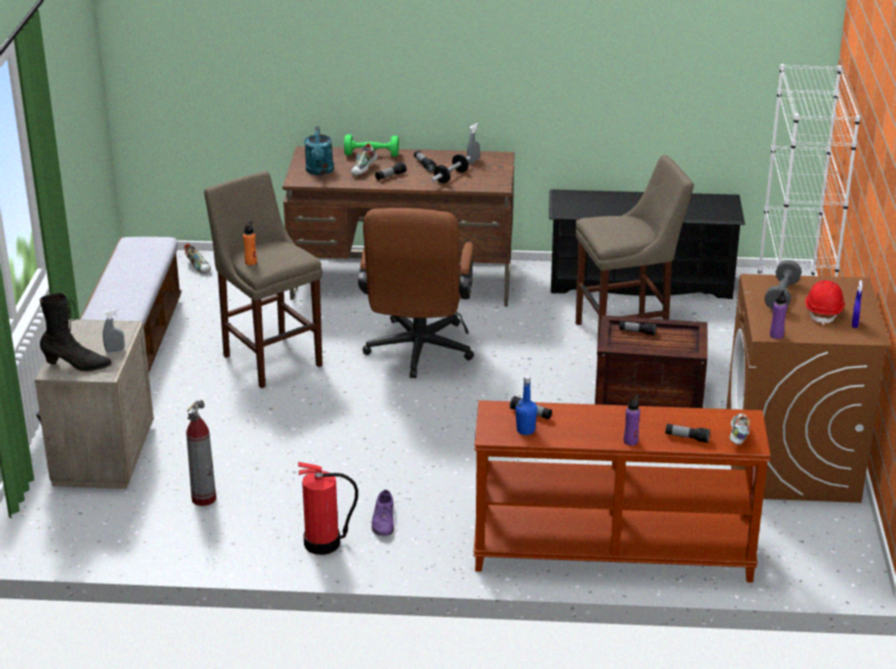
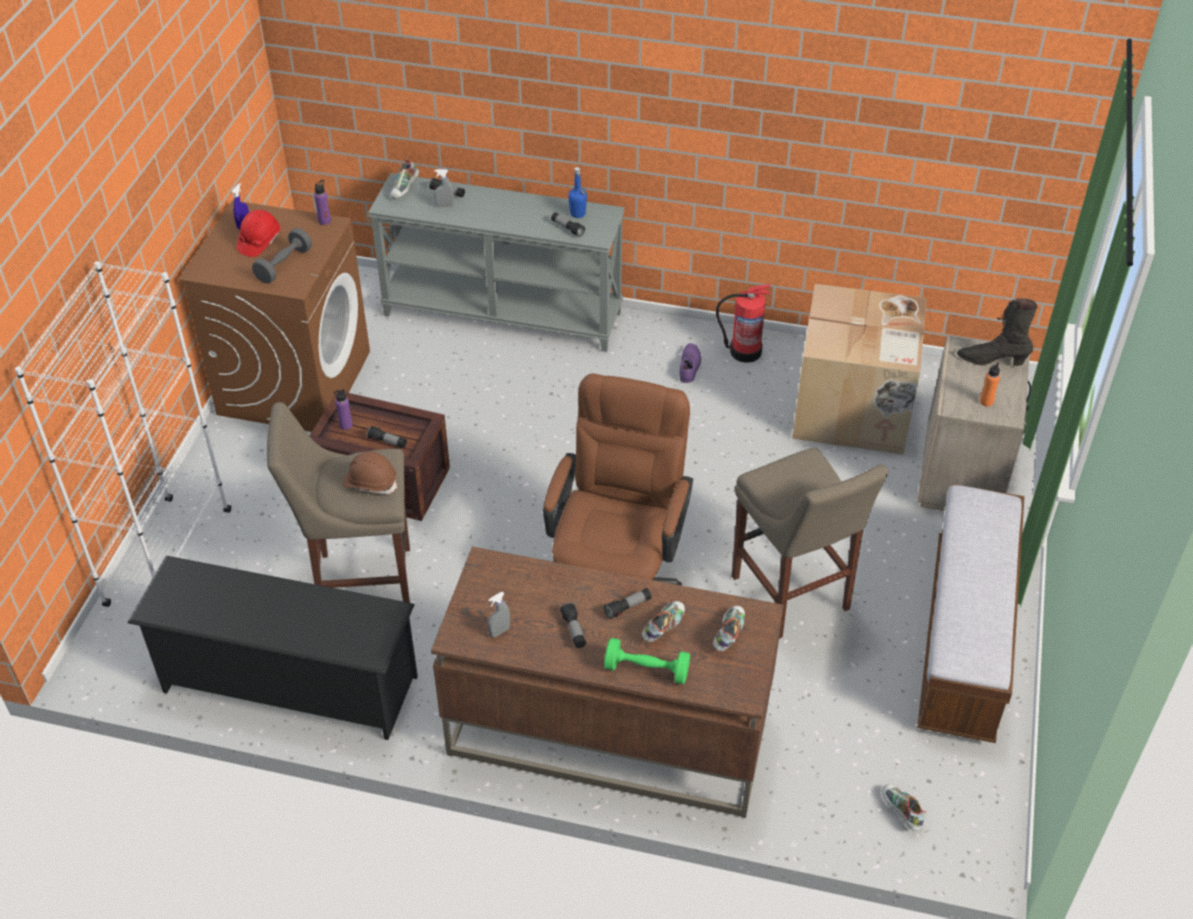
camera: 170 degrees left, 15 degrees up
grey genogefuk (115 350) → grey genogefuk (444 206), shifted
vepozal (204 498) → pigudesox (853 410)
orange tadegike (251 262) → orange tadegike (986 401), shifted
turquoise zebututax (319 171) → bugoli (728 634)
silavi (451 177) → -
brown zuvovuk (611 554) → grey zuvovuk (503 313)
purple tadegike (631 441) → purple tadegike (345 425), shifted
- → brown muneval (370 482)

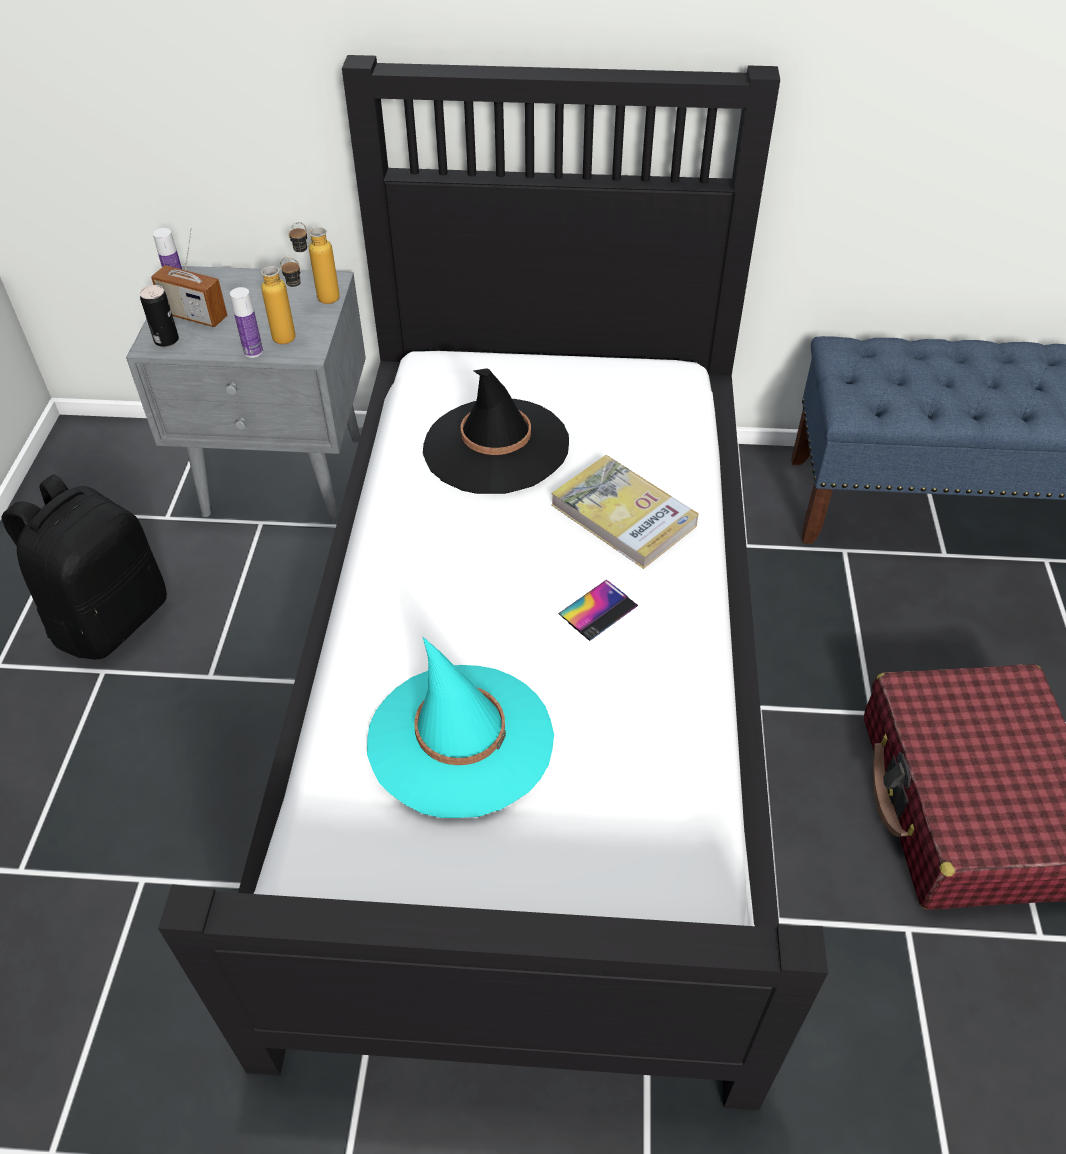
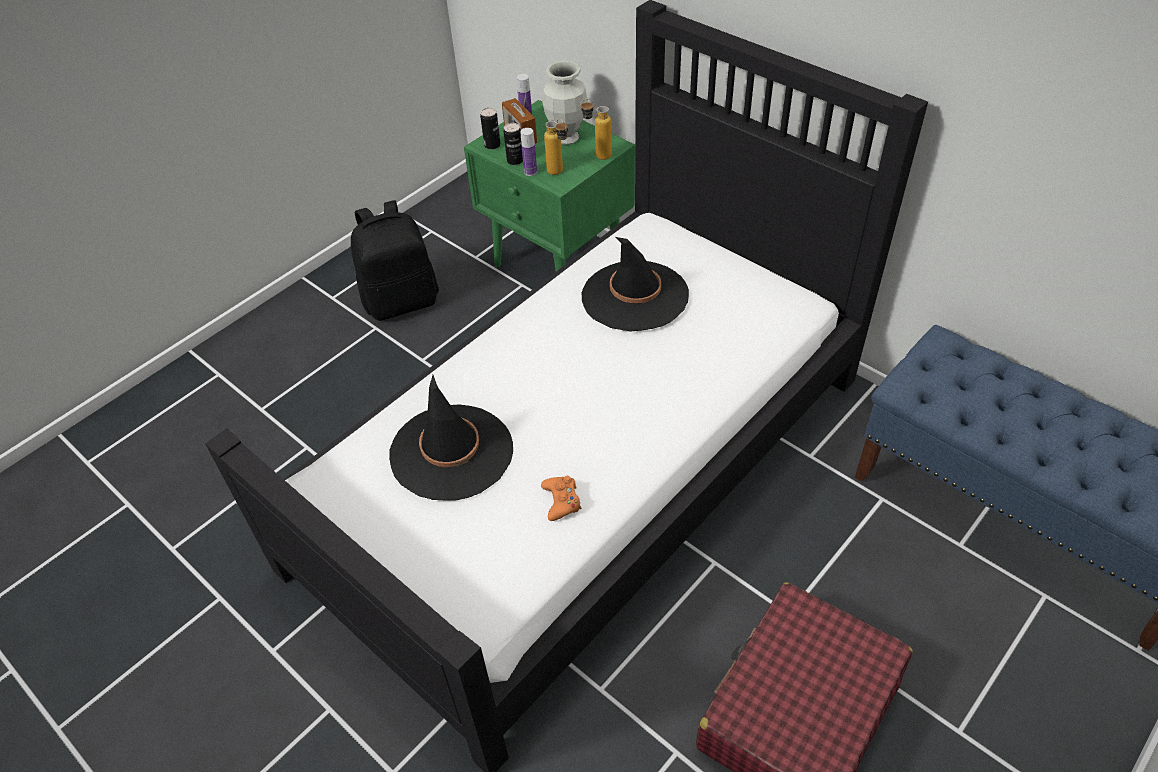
camera: 40 degrees right, 0 degrees up
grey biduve (286 476) → green biduve (559 263)
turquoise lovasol (460 739) → black lovasol (452 452)
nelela (623 515) → -
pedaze (598 610) → -
- → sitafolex (515 160)
- → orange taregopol (561 501)
- → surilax (566 138)

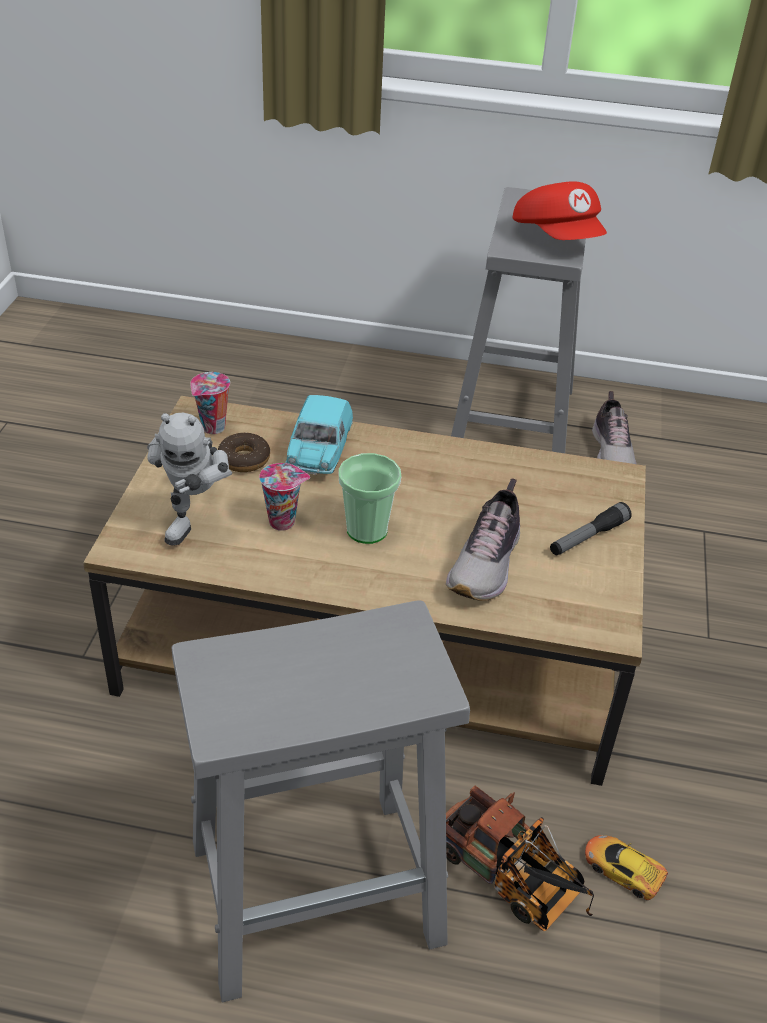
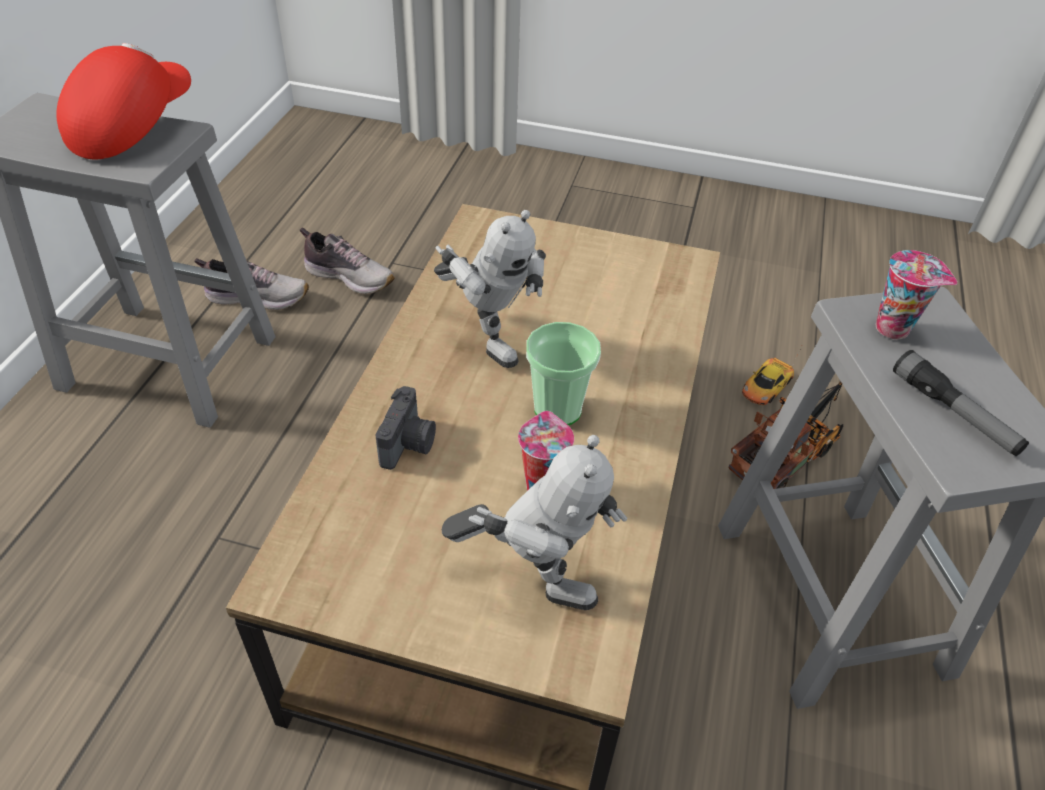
camera: 85 degrees left, 5 degrees up
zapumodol (213 428) → zapumodol (895 329), shifted
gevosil (244 459) → -
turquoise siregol (319 454) → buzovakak (409 444)
bugoli (487 564) → bugoli (349 276), shifted
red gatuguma (558 238) → red gatuguma (131 127), 45 degrees counterclockwise
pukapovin (588 537) → pukapovin (954 413), shifted
- → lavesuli (489 338)

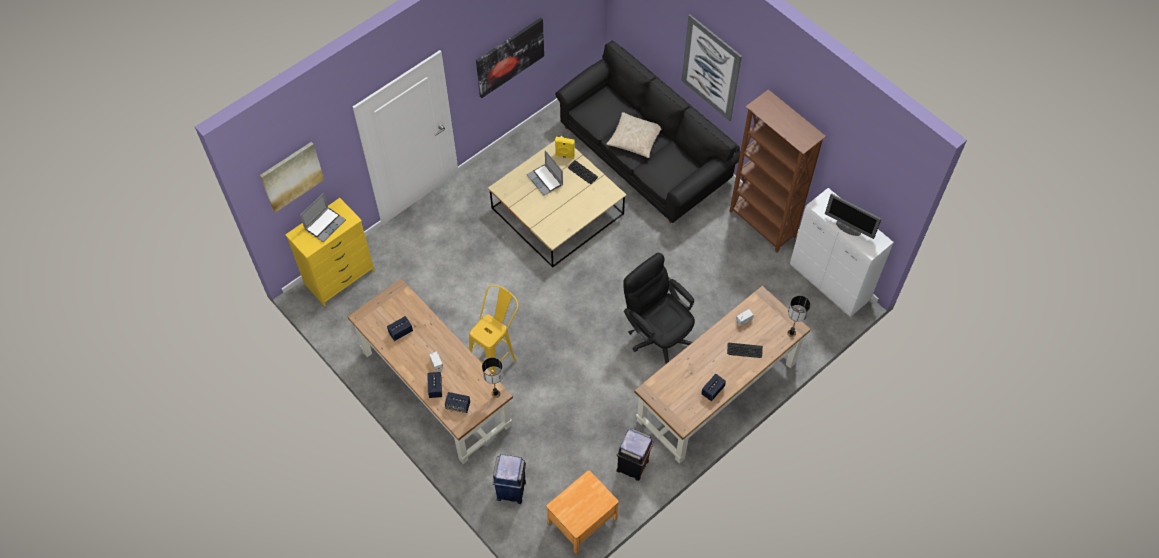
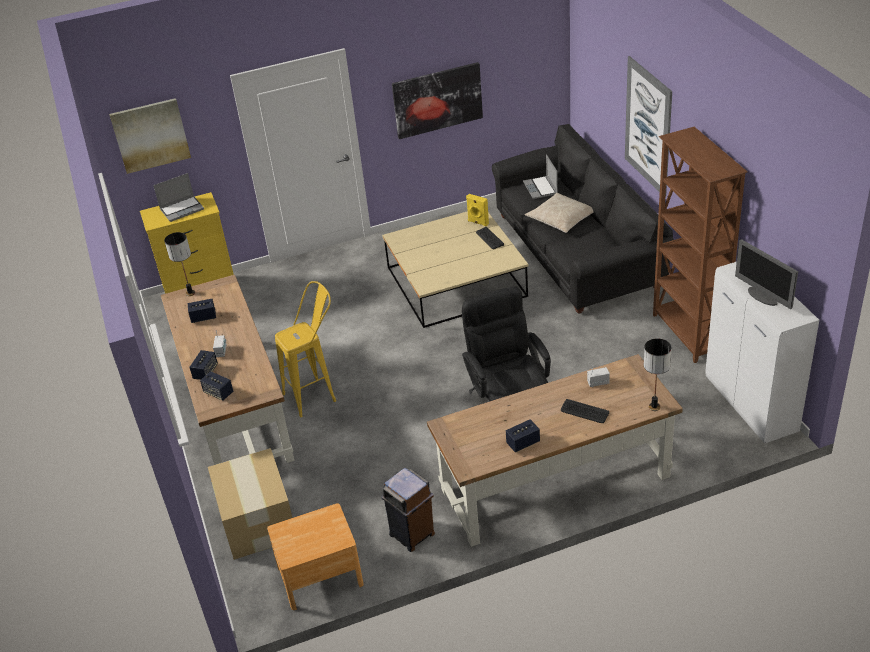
camera: 25 degrees right, 20 degrees down
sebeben (495 393) → sebeben (190 293), shifted
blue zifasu (511 489) → pigudesox (257 523)
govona (545 180) → govona (541 188), shifted

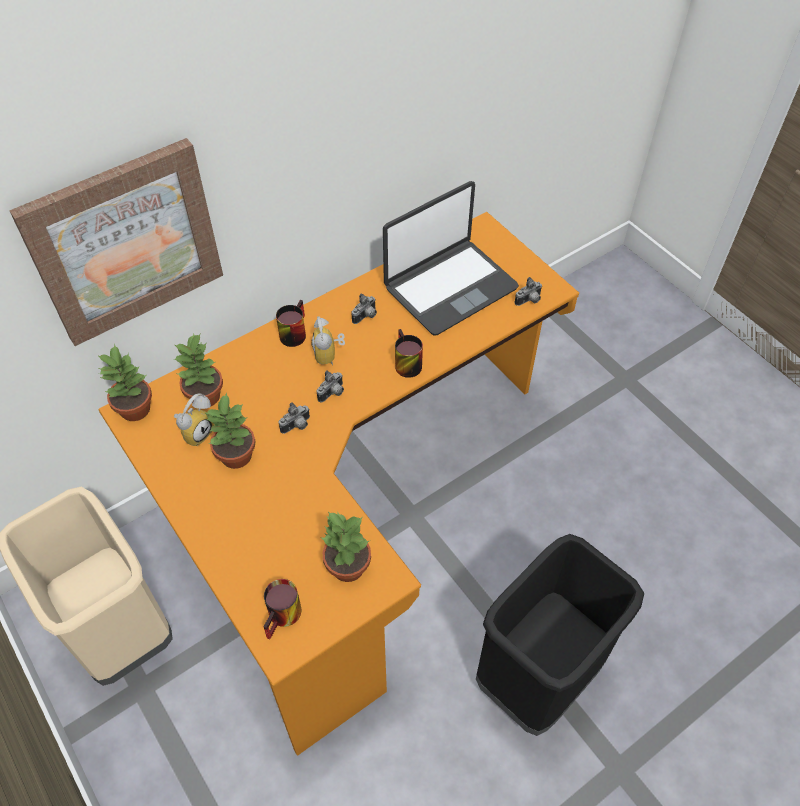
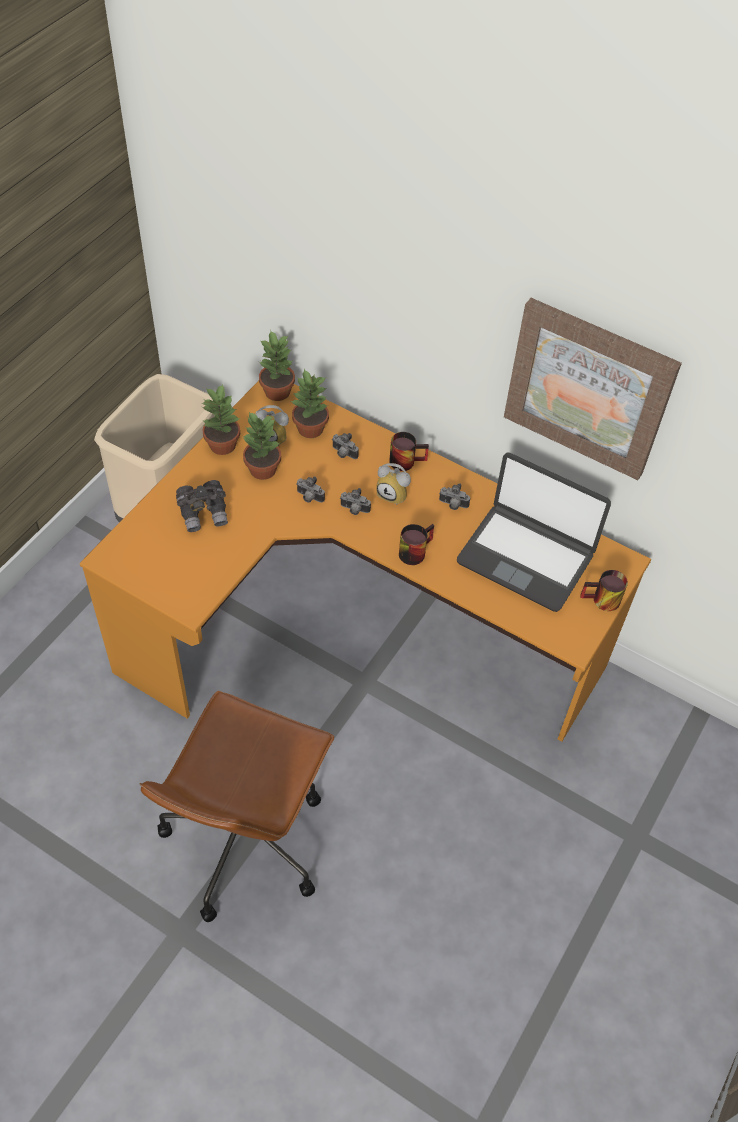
camera: 65 degrees right, 0 degrees up
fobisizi (125 242) → fobisizi (588 388), shifted
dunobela (284 617) → dunobela (602 601), shifted
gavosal (329 355) → gavosal (394 494), 120 degrees counterclockwise
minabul (347 566) → minabul (222 444), shifted
black zifasu (539 676) → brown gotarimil (245 838)
buzovakak (529 301) → buzovakak (343 454), shifted
- → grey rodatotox (204 513)

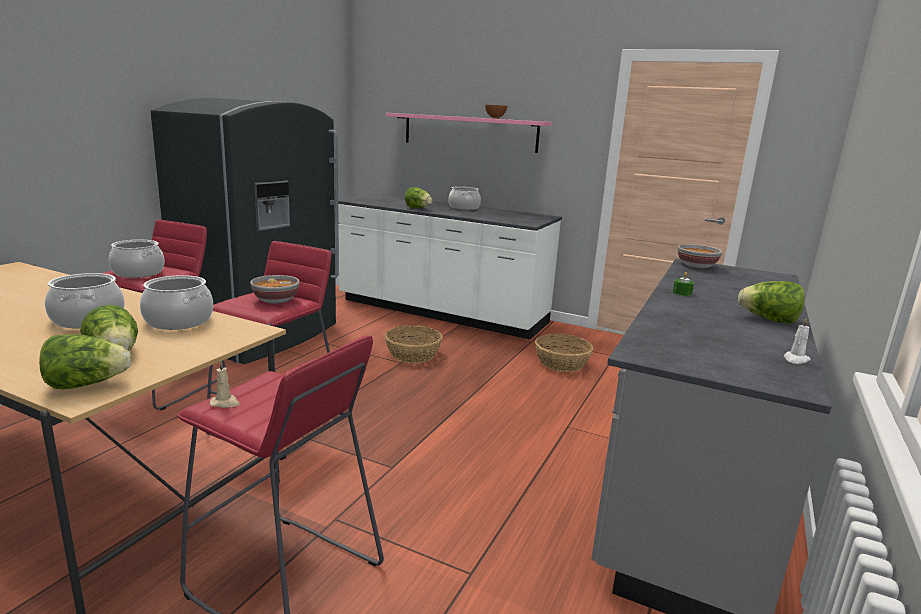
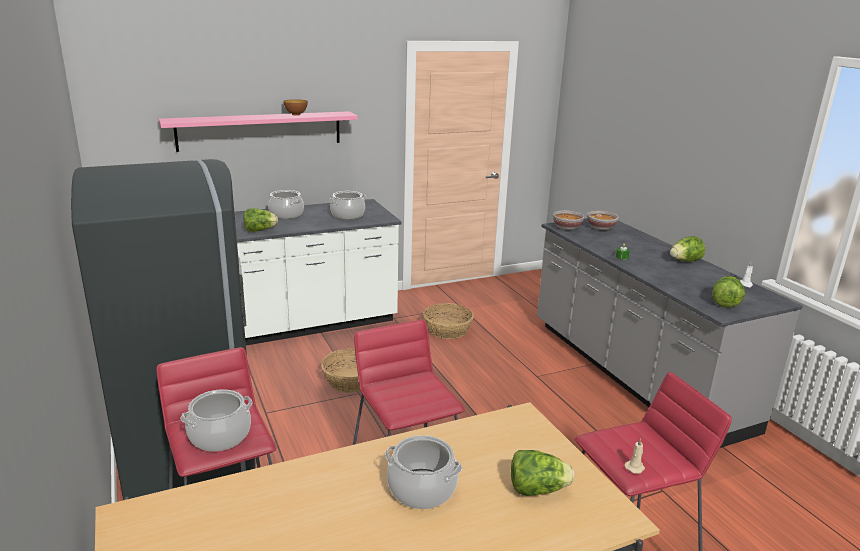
camera: 50 degrees left, 5 degrees up
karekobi (87 384) → karekobi (725 302), shifted
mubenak (178 321) → mubenak (347 215), shifted
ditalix (275 300) → ditalix (601 228), shifted

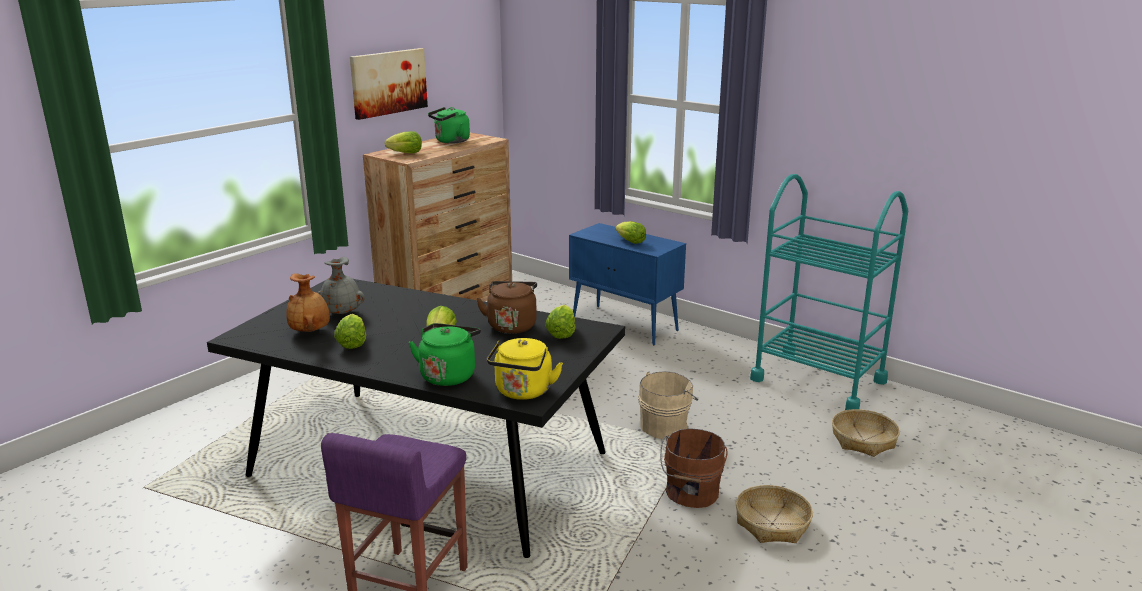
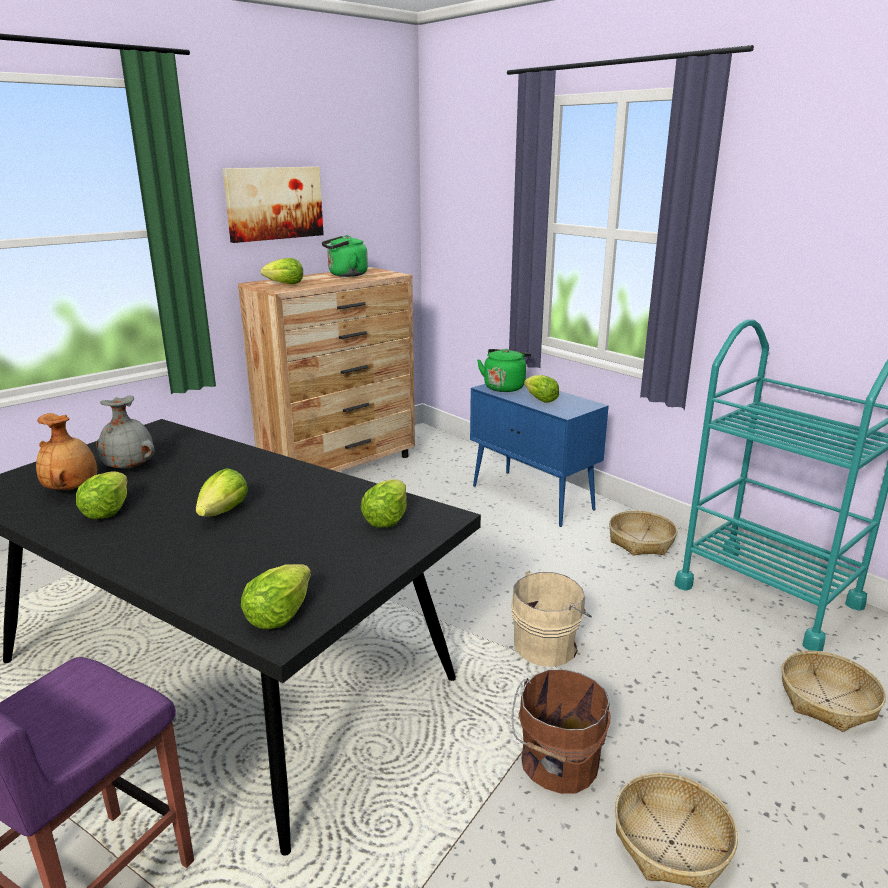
camera: 10 degrees right, 0 degrees up
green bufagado (448 375) → green bufagado (504 387), shifted
brown bufagado (512 325) → -
yellow bufagado (523 392) → karekobi (278 615)
- → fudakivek (641 541)

